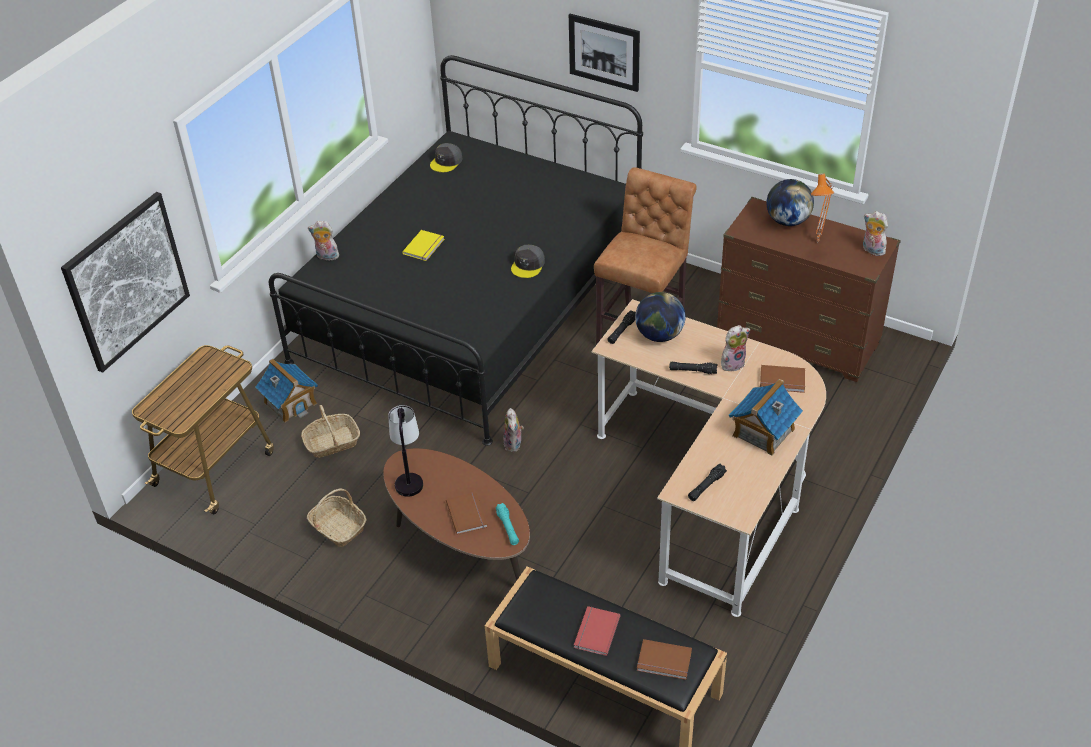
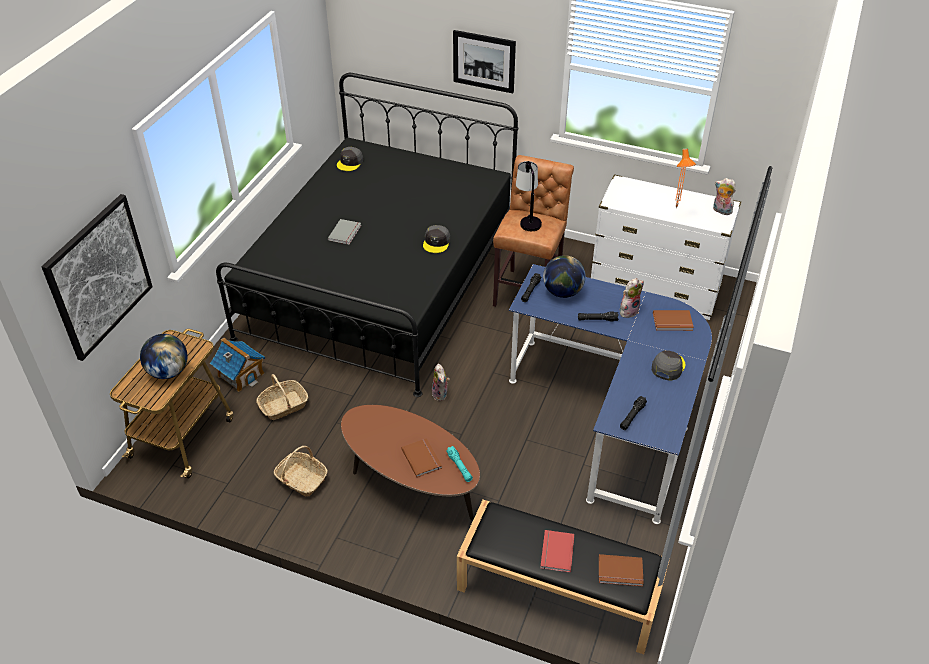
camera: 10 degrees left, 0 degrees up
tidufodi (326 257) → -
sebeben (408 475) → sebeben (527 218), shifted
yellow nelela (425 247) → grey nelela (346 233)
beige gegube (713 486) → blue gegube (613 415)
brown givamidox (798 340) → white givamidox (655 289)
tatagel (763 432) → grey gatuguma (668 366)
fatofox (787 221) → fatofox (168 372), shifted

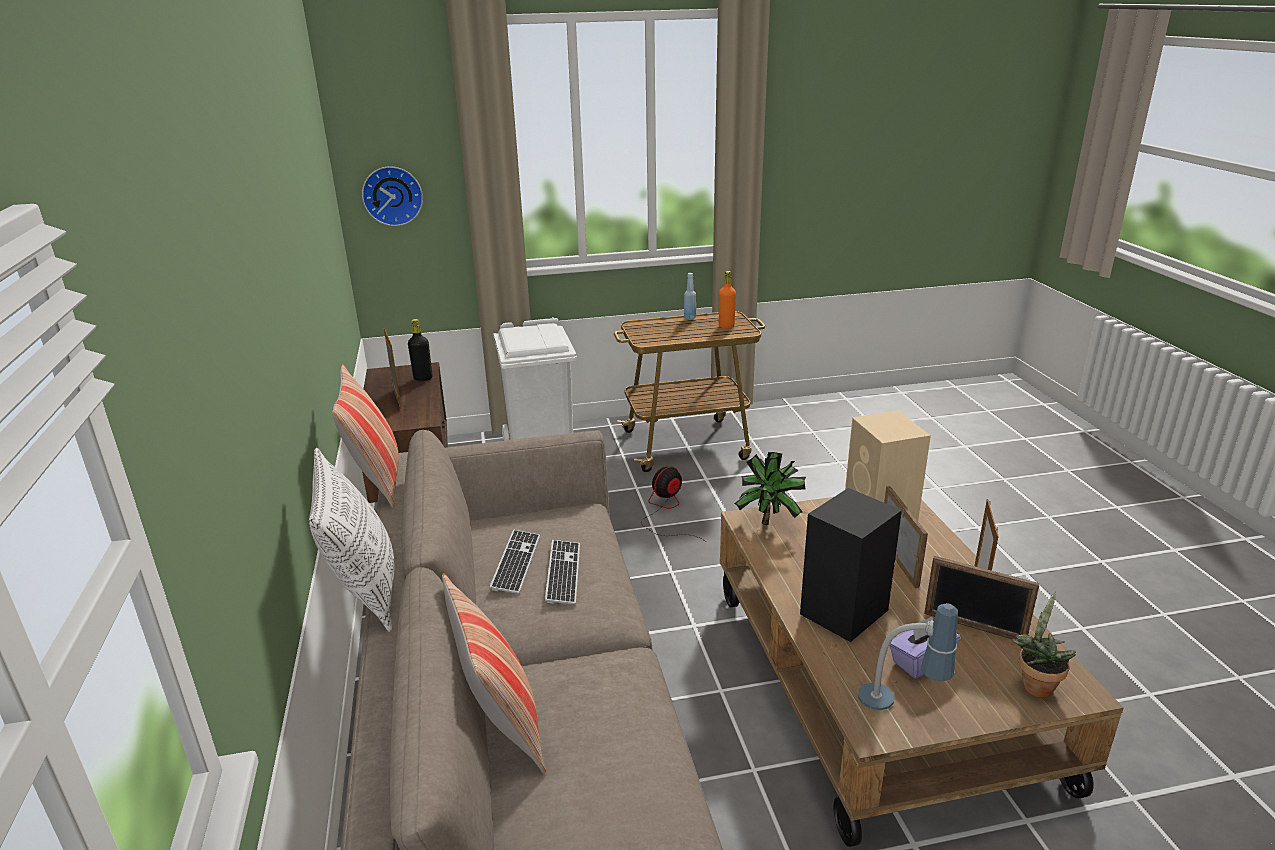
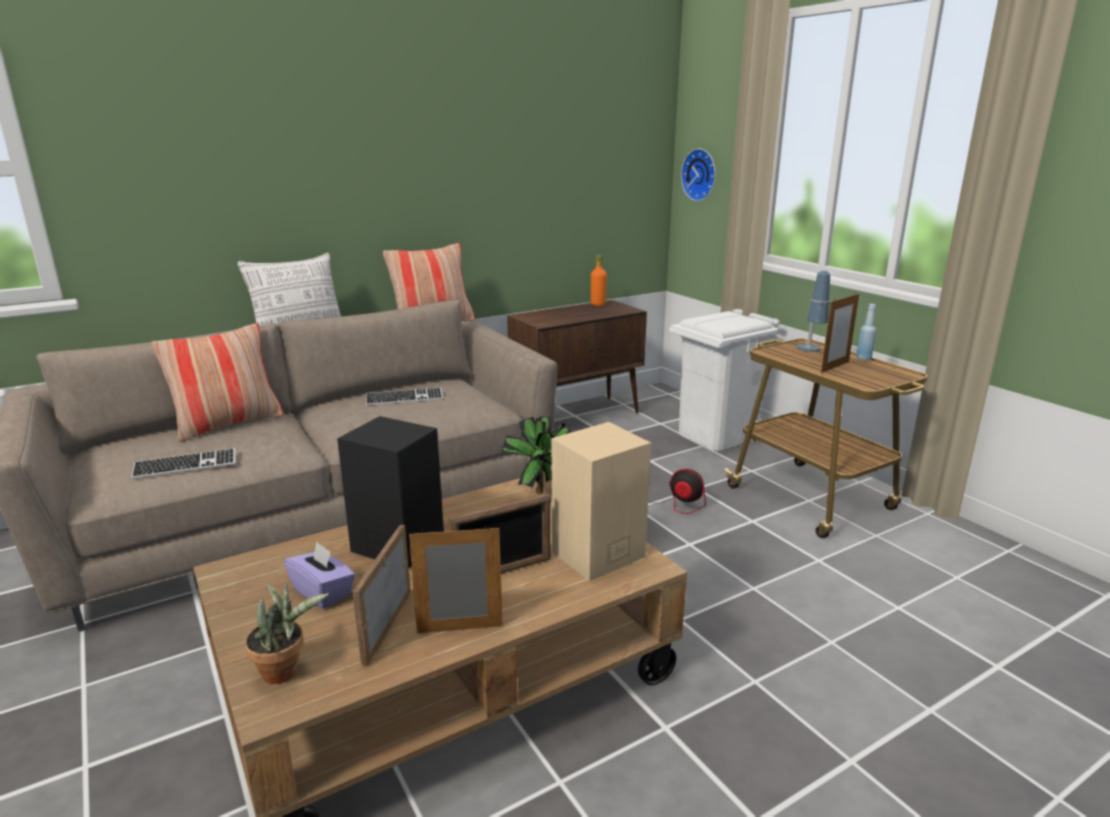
camera: 70 degrees right, 5 degrees down
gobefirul (397 399) → gobefirul (835 367), shifted
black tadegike (423 378) → -
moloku (563 573) → moloku (185 466), shifted
orange tadegike (726 326) → orange tadegike (598 304), shifted
sebeben (900 706) → sebeben (810 353), shifted

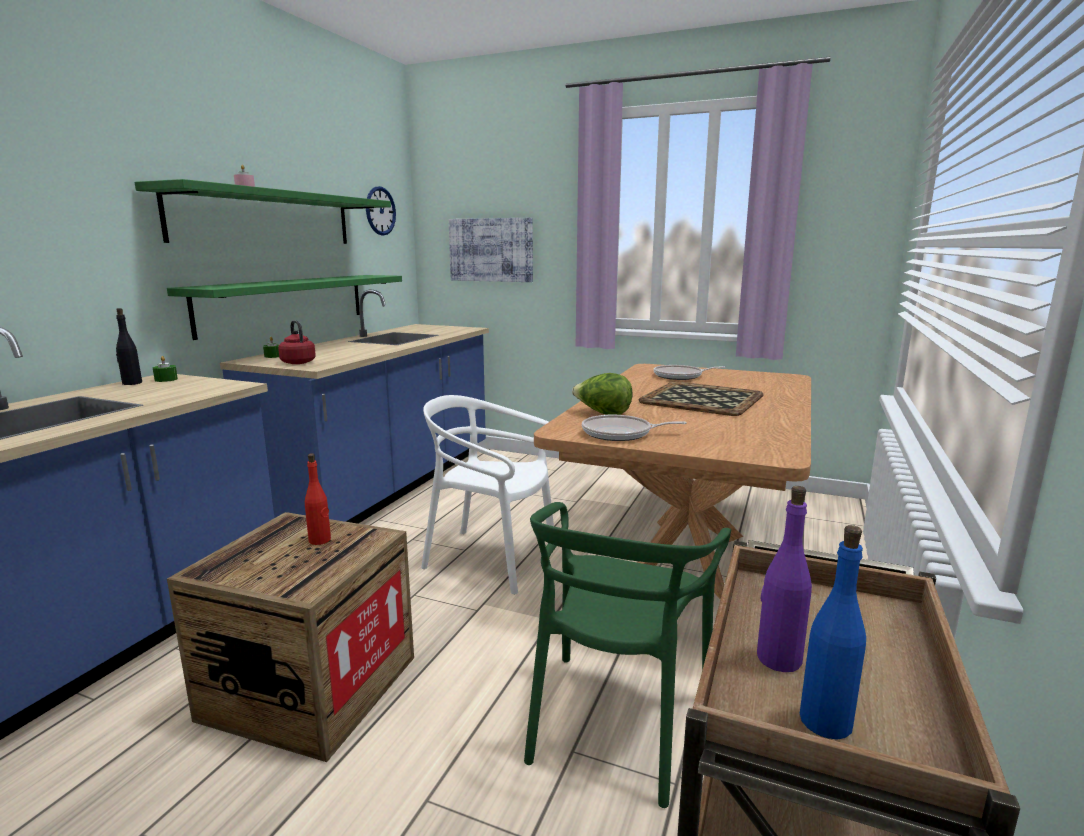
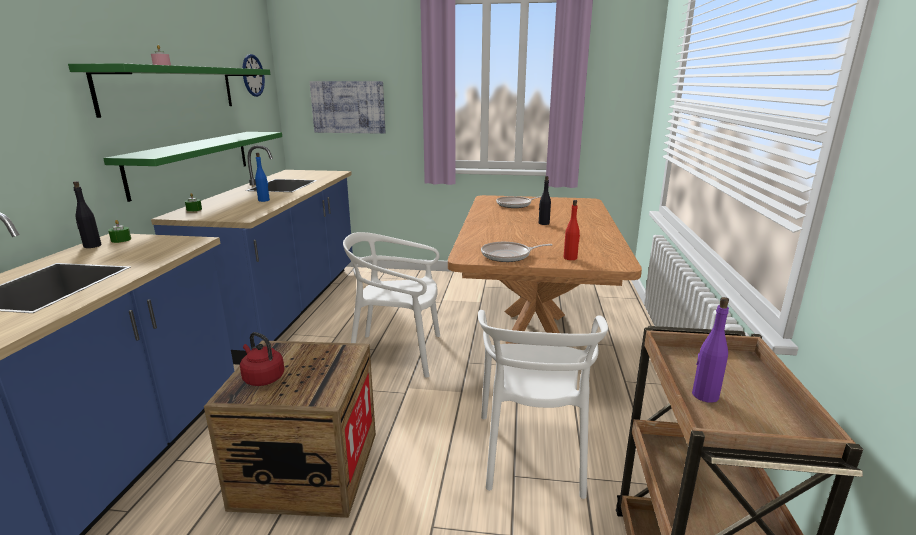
camera: 15 degrees left, 5 degrees up
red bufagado (297 362) → red bufagado (262 378), shifted
red tadegike (320 540) → red tadegike (570 258), shifted
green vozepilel (616 721) → white vozepilel (533 452)
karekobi (602 414) → -
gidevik (702 399) → black tadegike (543 223)
blue tadegike (826 721) → blue tadegike (264 200), shifted

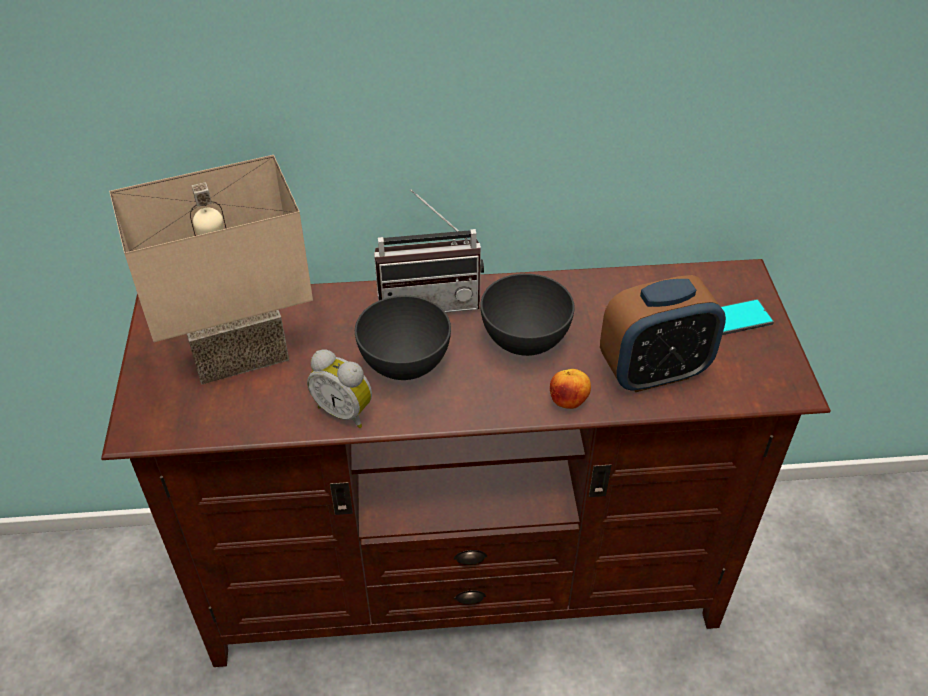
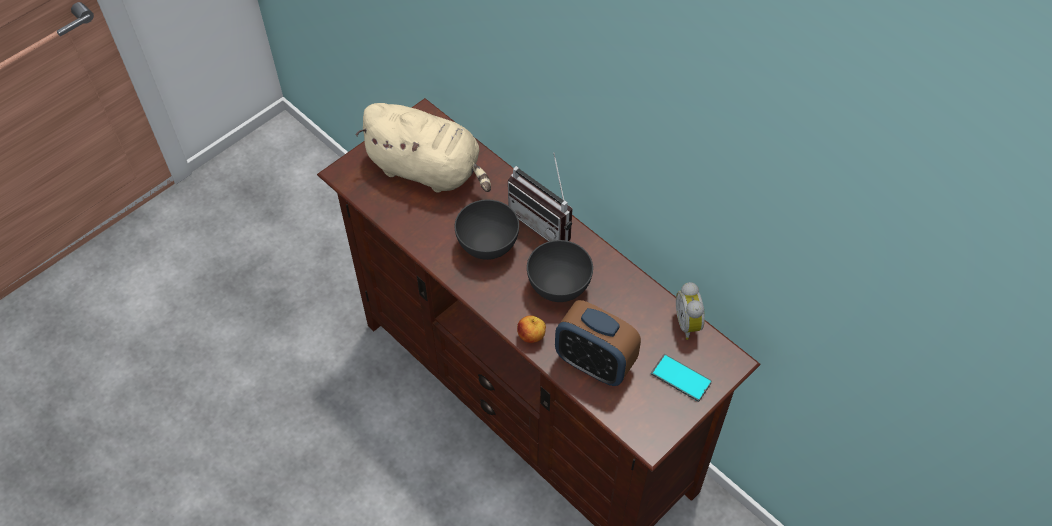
camera: 50 degrees right, 10 degrees up
beige sebeben (240 350) → beige tidufodi (428 170)
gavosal (345 411) → gavosal (689 323), shifted

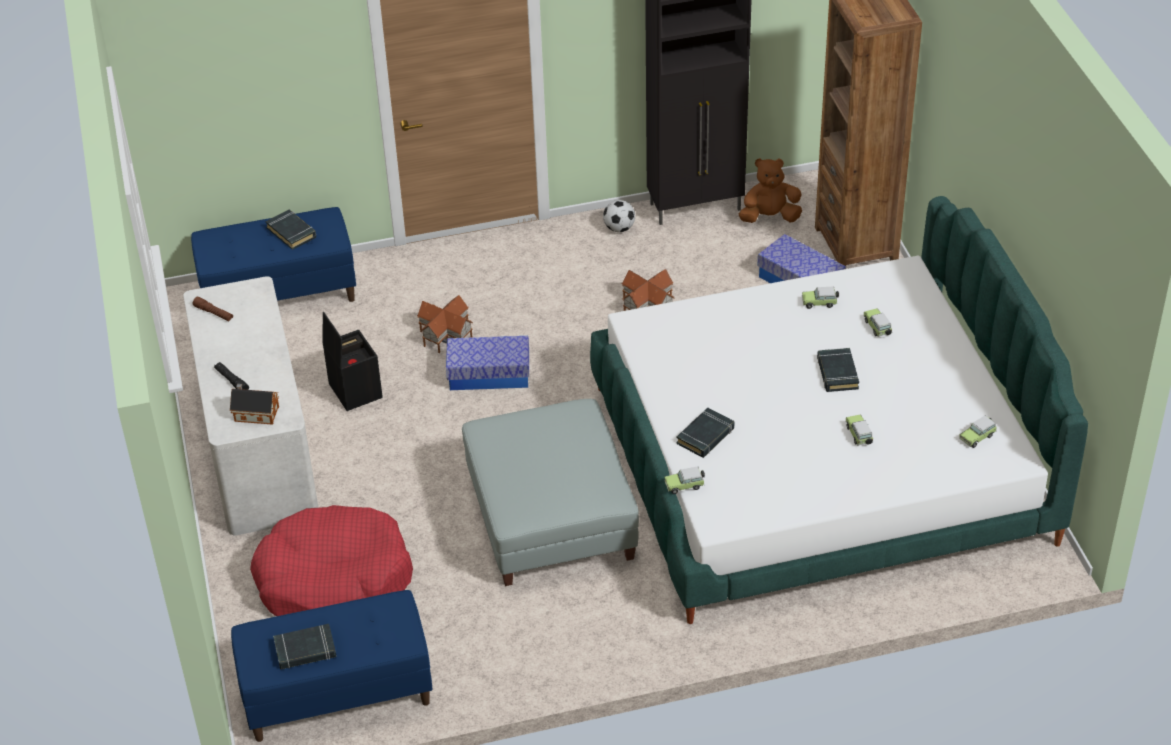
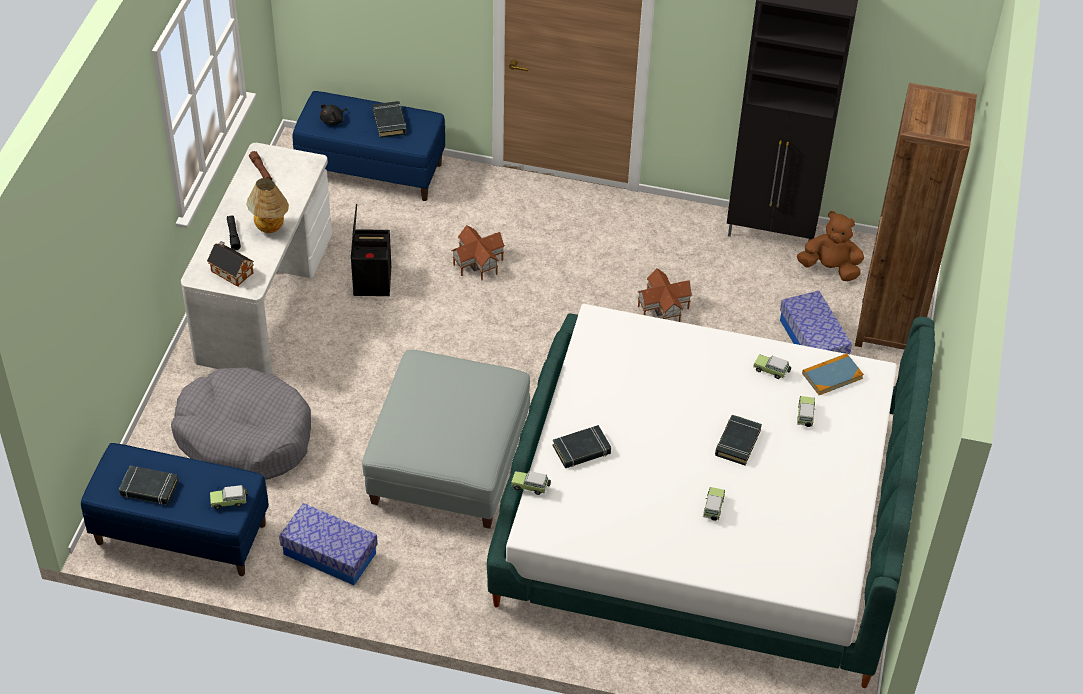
camera: 25 degrees right, 5 degrees up
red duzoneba (334 579) → grey duzoneba (244 436)
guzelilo (489 374) → guzelilo (329 554), shifted
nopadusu (619 228) → -
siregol (978 437) → siregol (230 502), shifted
- → sebeben (270 229)
- → black tidufodi (333 120)
- → nelela (832 376)

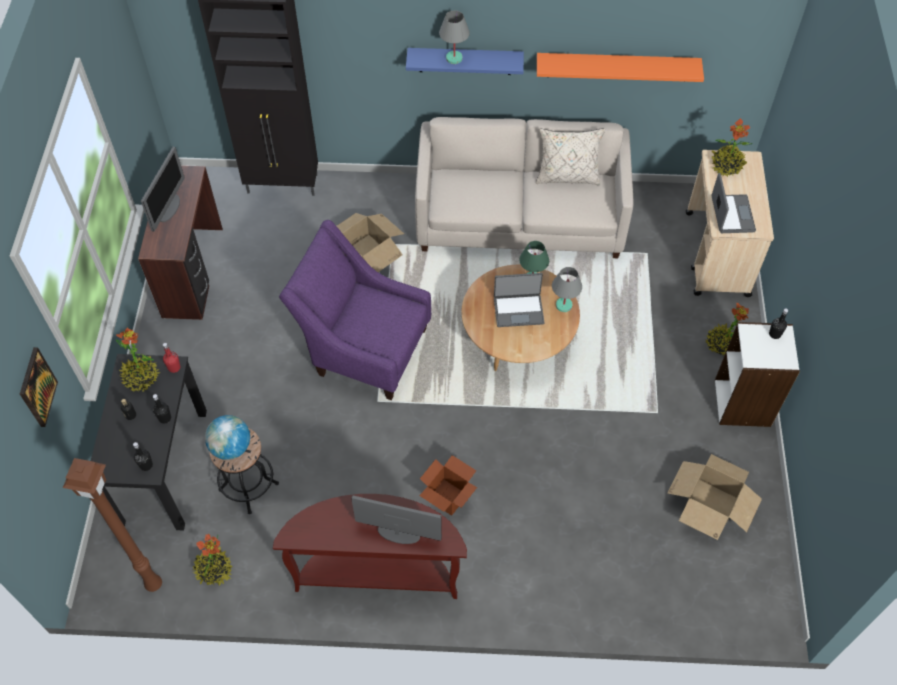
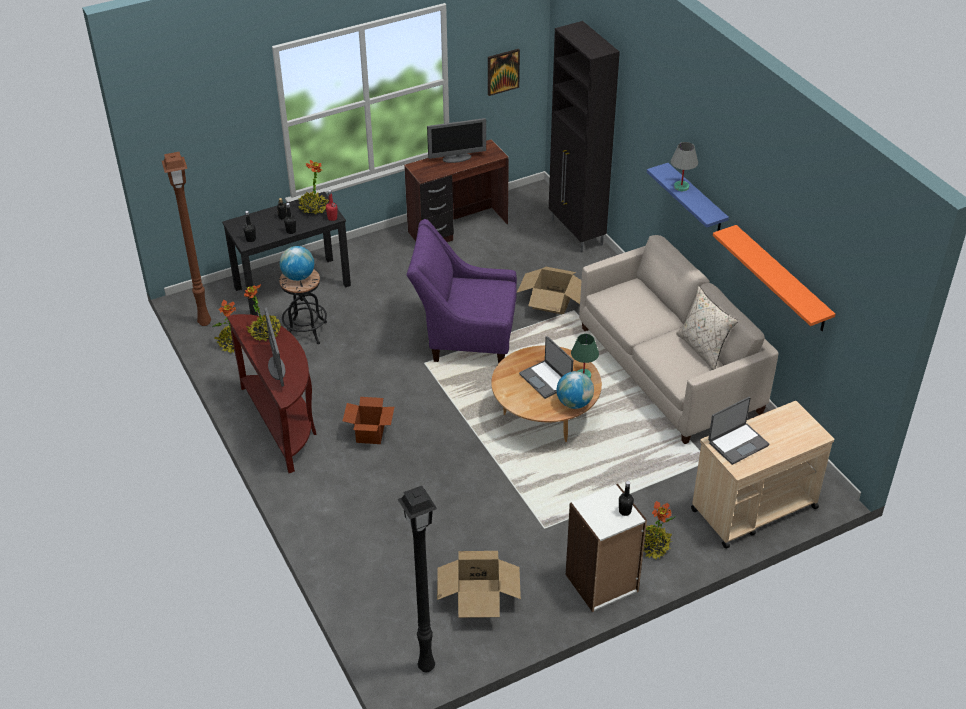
camera: 60 degrees right, 15 degrees down
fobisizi (37 387) → fobisizi (503 71), shifted
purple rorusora (364 349) → purple rorusora (464 337), 75 degrees counterclockwise
grey sebeben (564 305) → fatofox (574 403)
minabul (726 165) → minabul (265 333), shifted
- → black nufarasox (426 668)

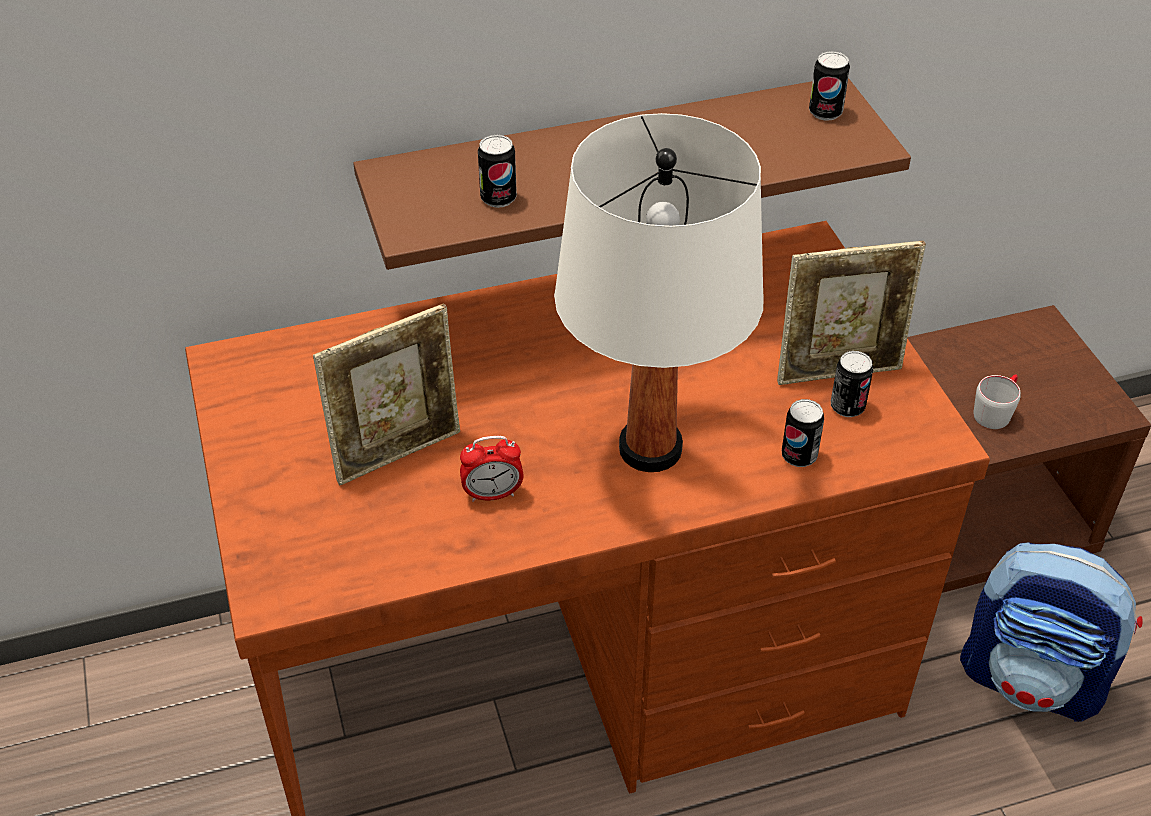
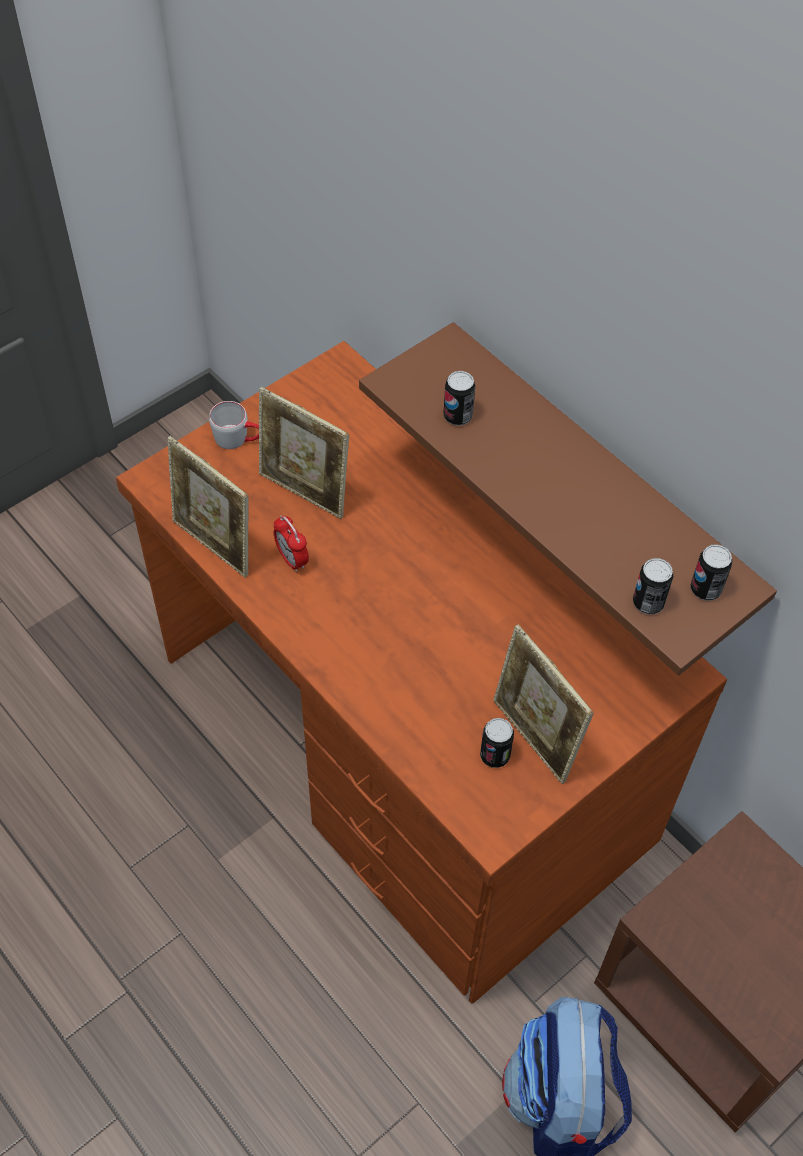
camera: 65 degrees right, 10 degrees up
white sebeben (651 449) → -
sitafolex (799 456) → sitafolex (648 603), shifted
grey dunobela (995 411) → grey dunobela (238 439), shifted
- → gobefirul (214 546)

